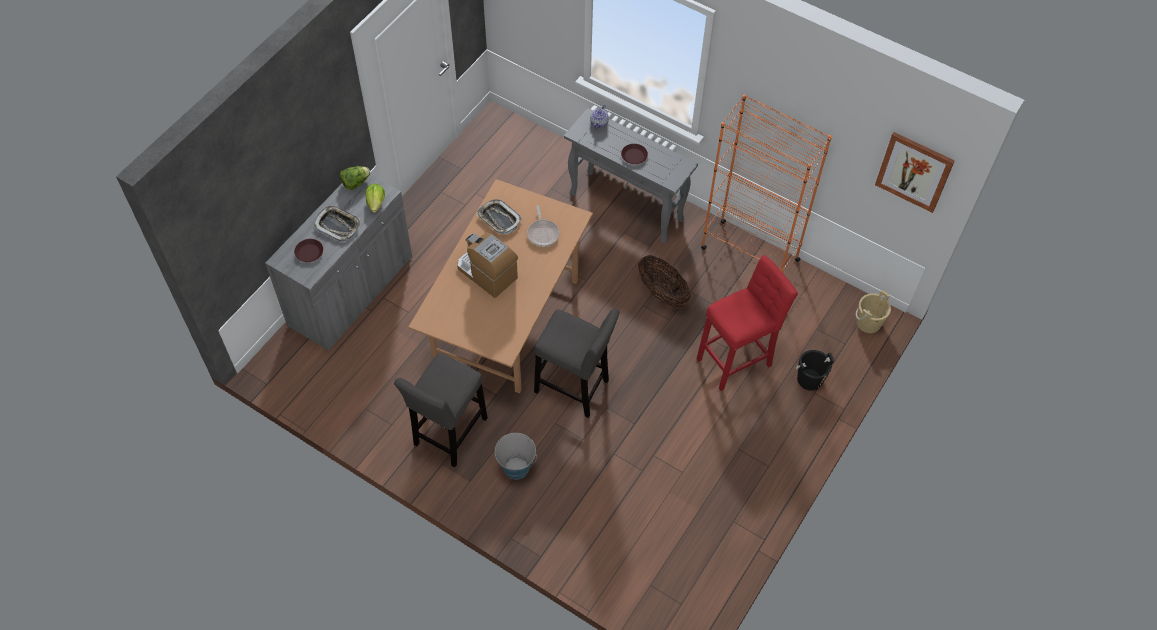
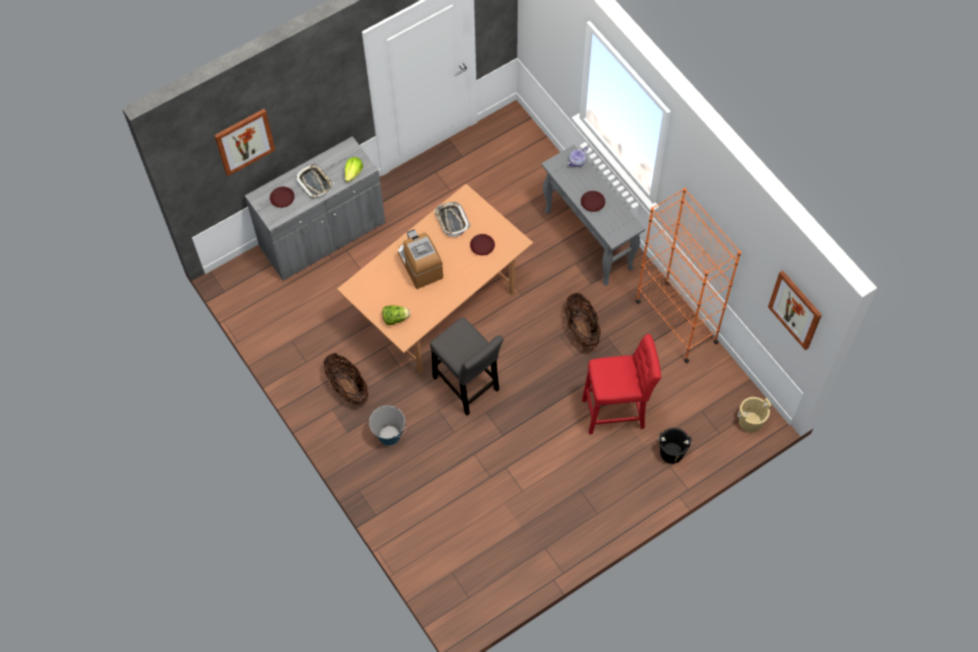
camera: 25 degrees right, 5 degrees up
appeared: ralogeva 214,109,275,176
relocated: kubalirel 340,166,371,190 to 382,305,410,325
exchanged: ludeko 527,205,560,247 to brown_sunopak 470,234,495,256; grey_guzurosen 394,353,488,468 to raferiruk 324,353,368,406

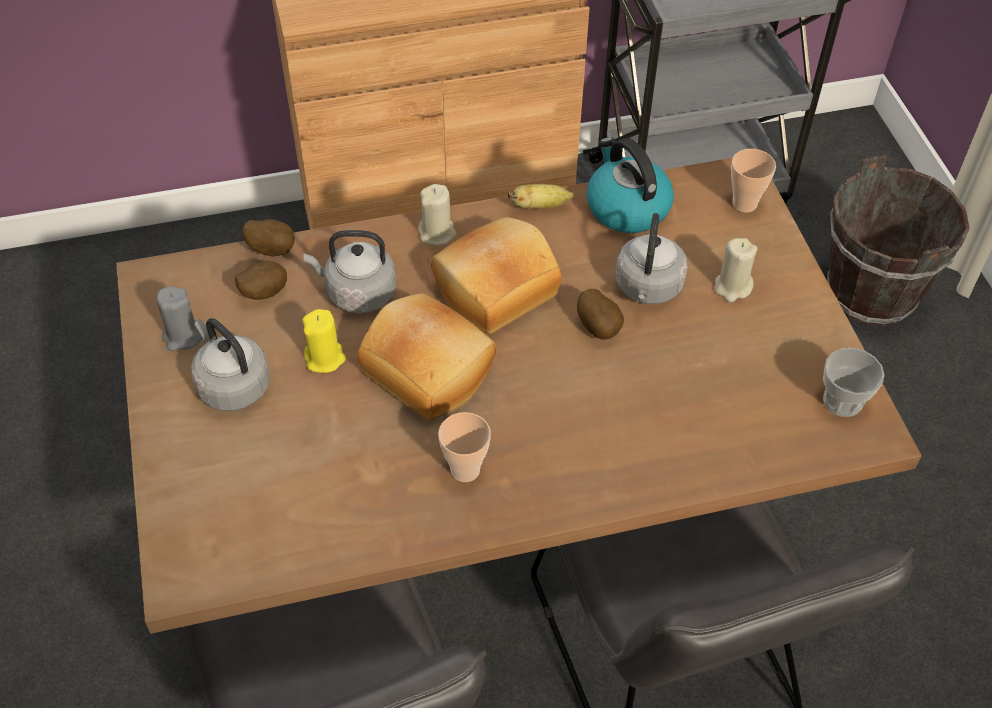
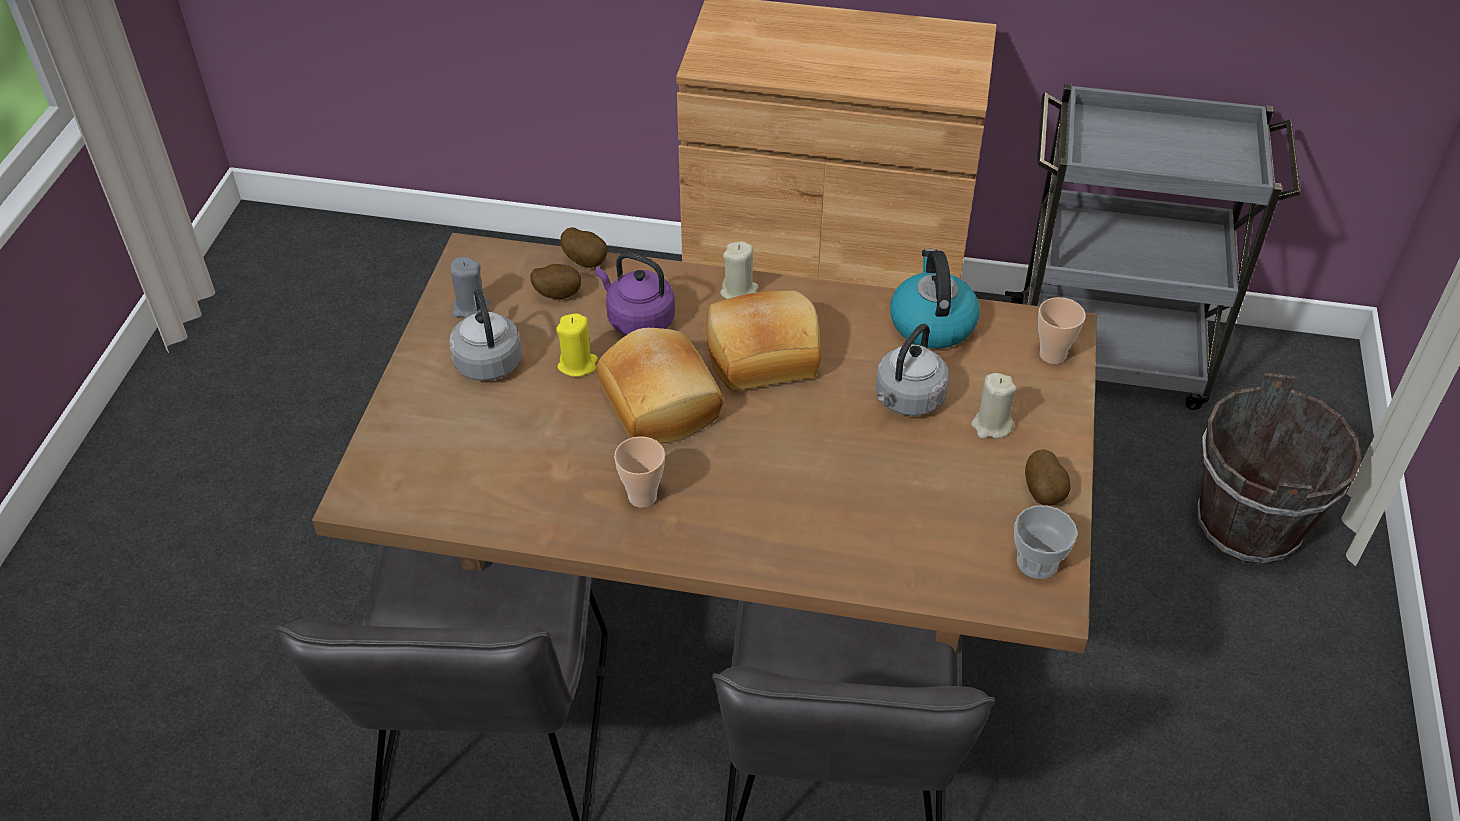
camera: 25 degrees right, 5 degrees down
missing: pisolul 508,184,574,209
relocated: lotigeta 577,289,624,340 to 1025,449,1071,506
colour: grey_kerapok 304,230,396,313 to purple_kerapok 595,252,675,335

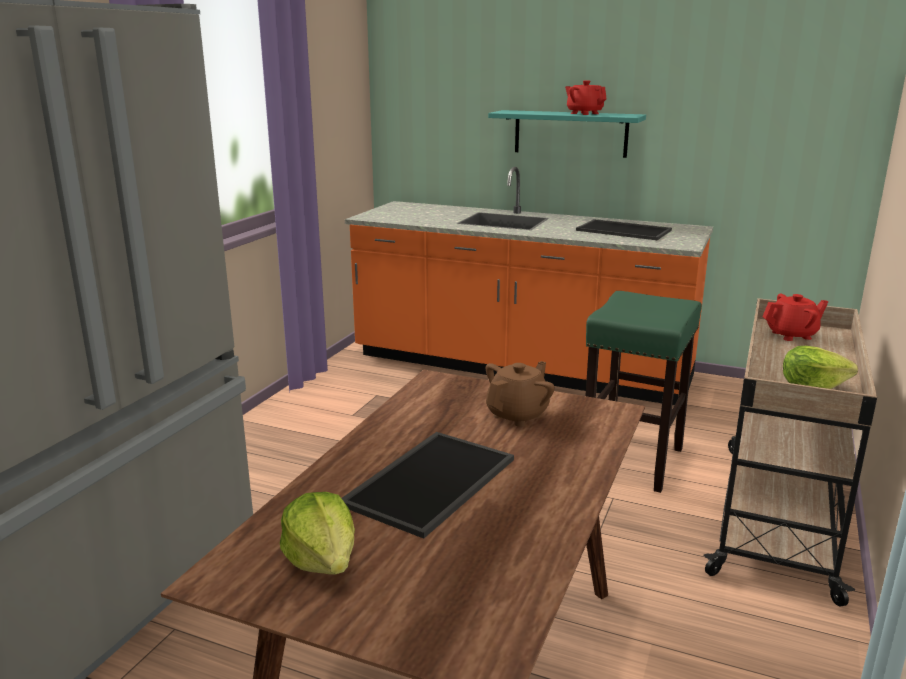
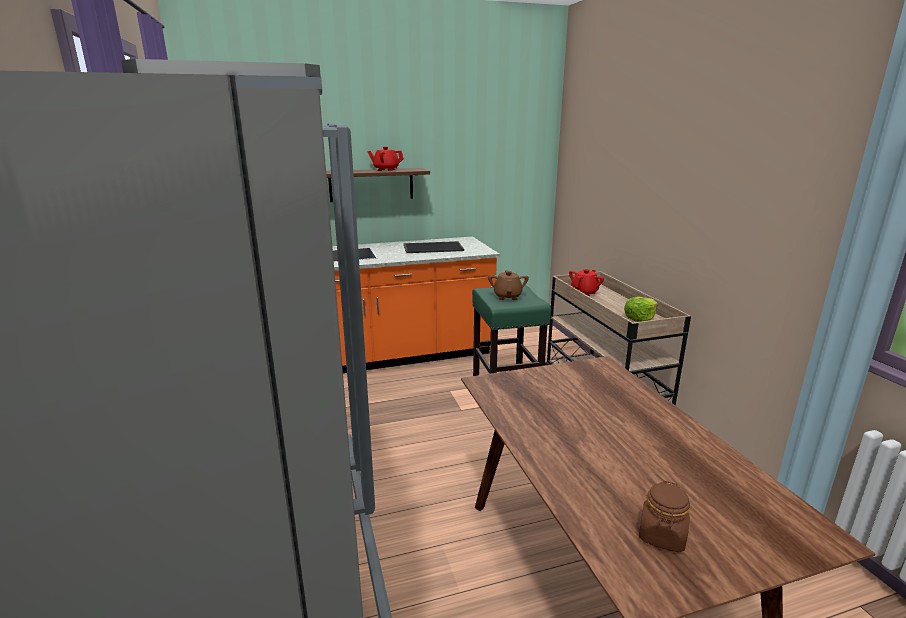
camera: 40 degrees left, 0 degrees up
missing: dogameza 342,432,514,539
relocated: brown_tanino 486,361,555,427 to 488,270,529,300
exchanged: kubalirel 280,492,355,575 to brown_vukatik 639,481,690,552
colour: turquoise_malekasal 488,110,646,158 to brown_malekasal 326,168,430,202

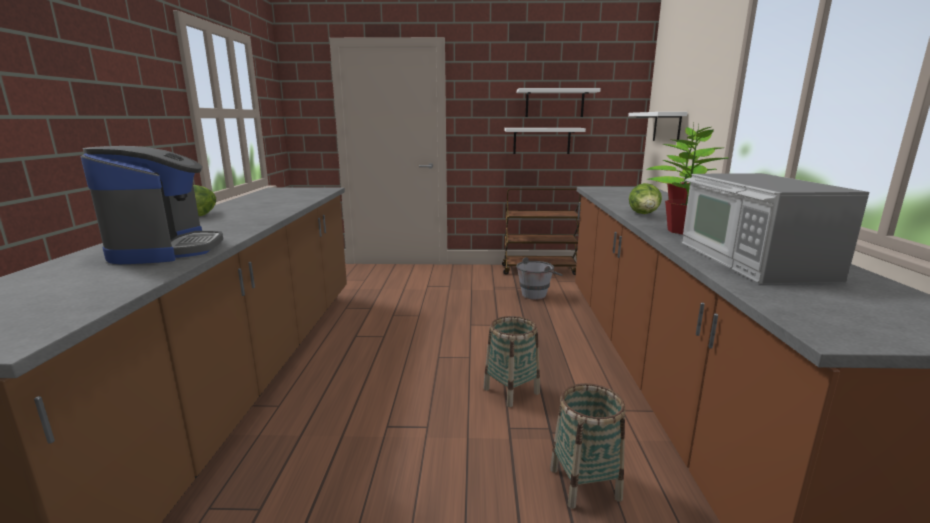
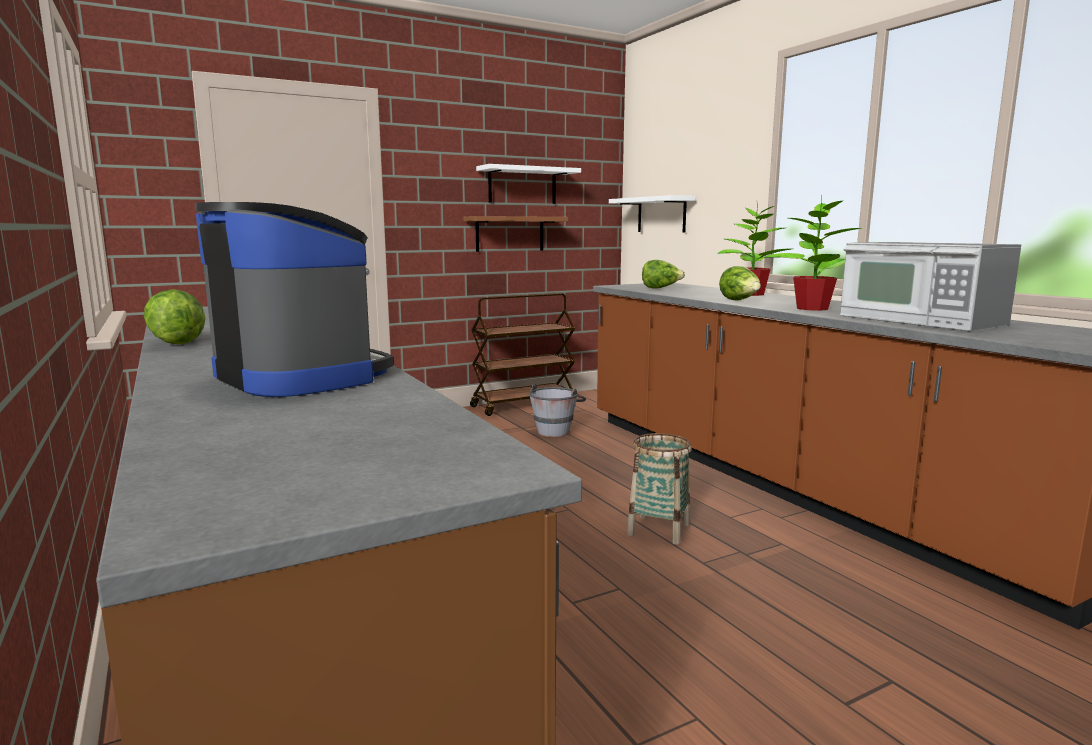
camera: 30 degrees left, 5 degrees down
missing: raferiruk 550,383,625,509
appeared: kubalirel 642,260,685,289
colour: white_malekasal 504,128,586,154 to brown_malekasal 463,216,568,252

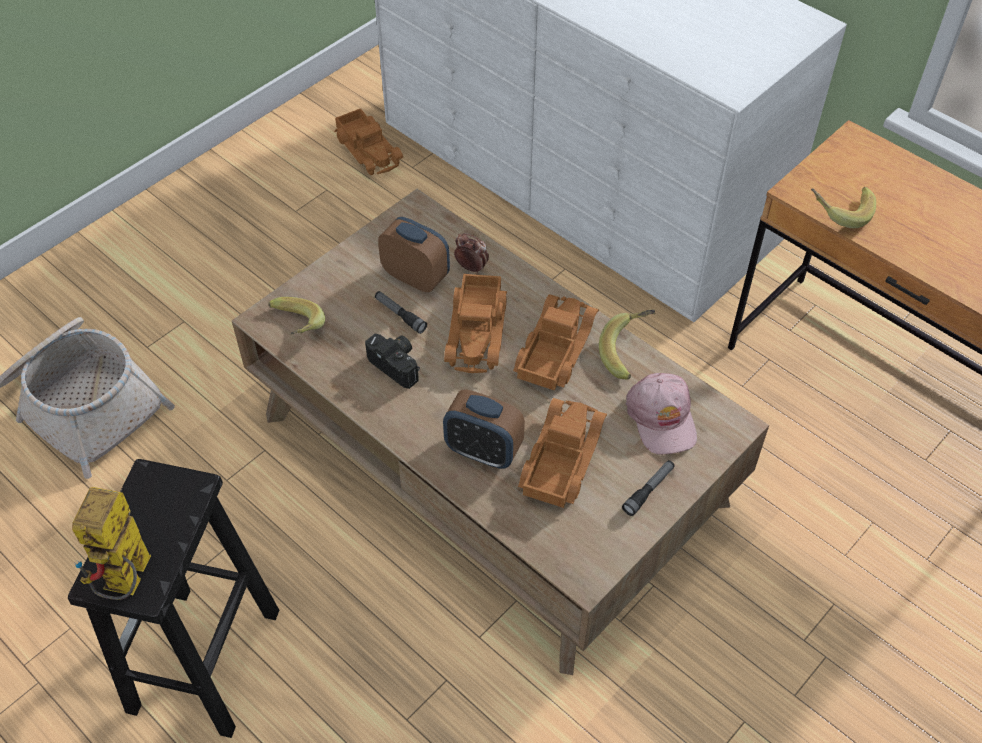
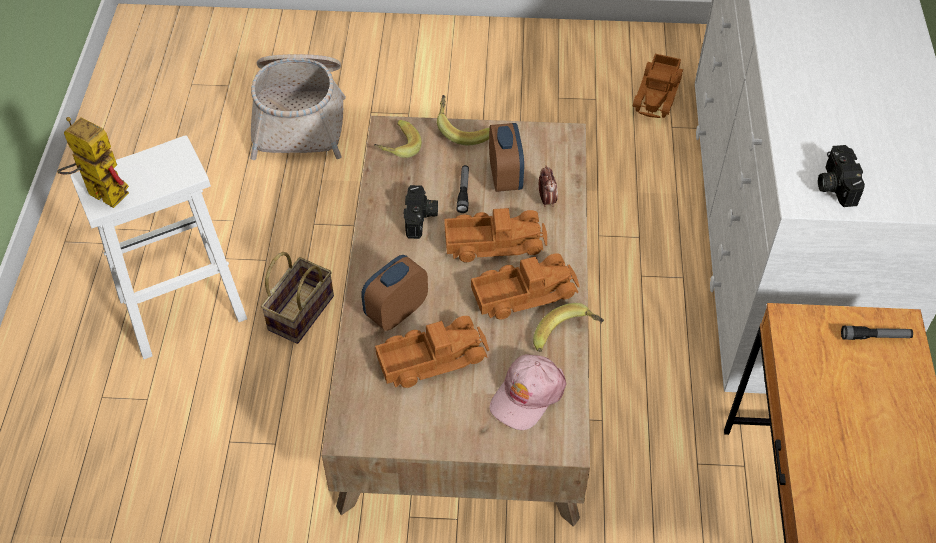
camera: 50 degrees right, 0 degrees up
appeared: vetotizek 818,145,865,207; raferiruk 261,252,334,344
relocated: pisolul 811,187,876,228 to 437,95,490,146; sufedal 622,460,675,516 to 841,326,913,340
colour: black_guzurosen 68,459,279,738 to white_guzurosen 70,136,247,360
spun: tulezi 444,274,507,373 = 444,208,547,262 150 degrees counterclockwise; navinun 443,389,525,469 = 361,255,428,331 60 degrees clockwise; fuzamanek 72,487,151,600 = 57,117,129,208 60 degrees clockwise

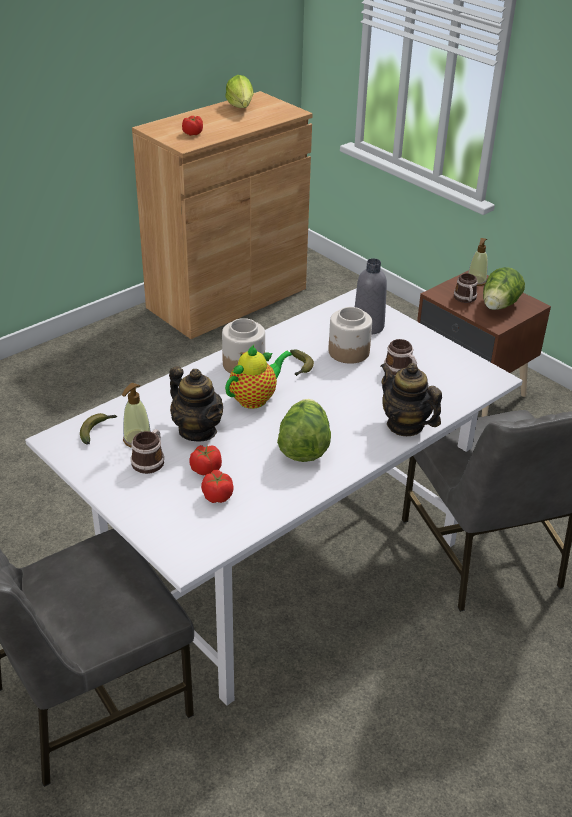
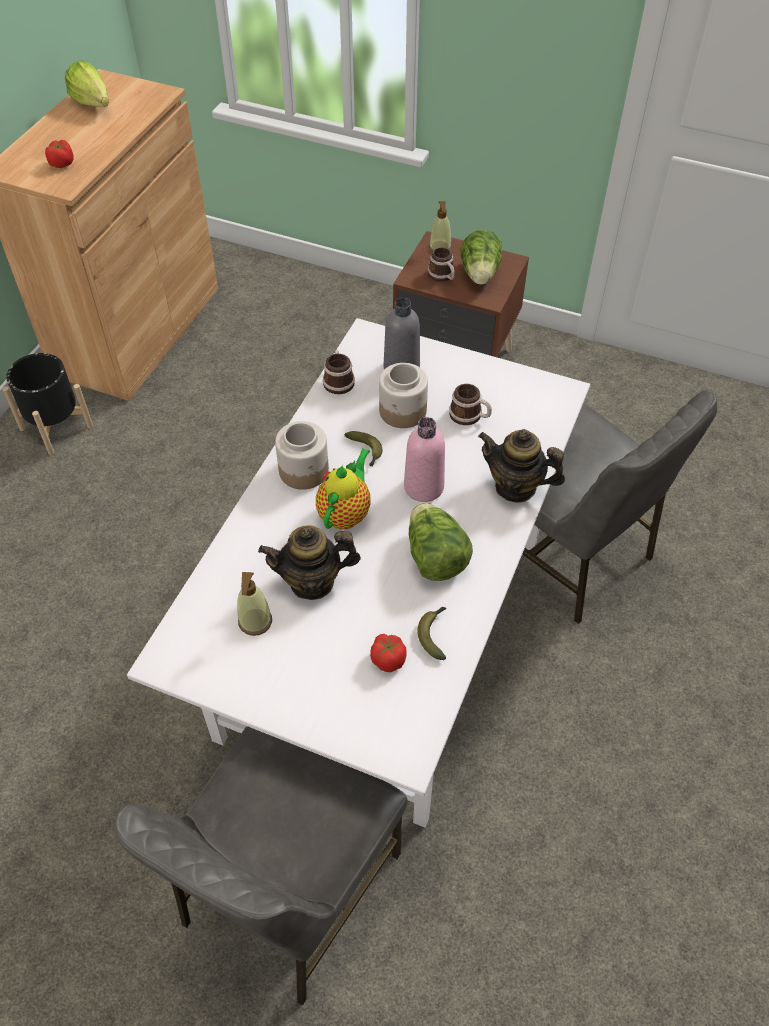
camera: 25 degrees left, 15 degrees up
missing: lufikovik 189,445,222,475
appeared: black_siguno 2,353,93,455; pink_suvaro 404,417,445,502
relocated: pisolul 80,413,117,445 to 417,607,446,660; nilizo 131,429,164,474 to 323,350,355,394
spun: tanino 169,366,223,442 = 258,525,361,600 150 degrees clockwise

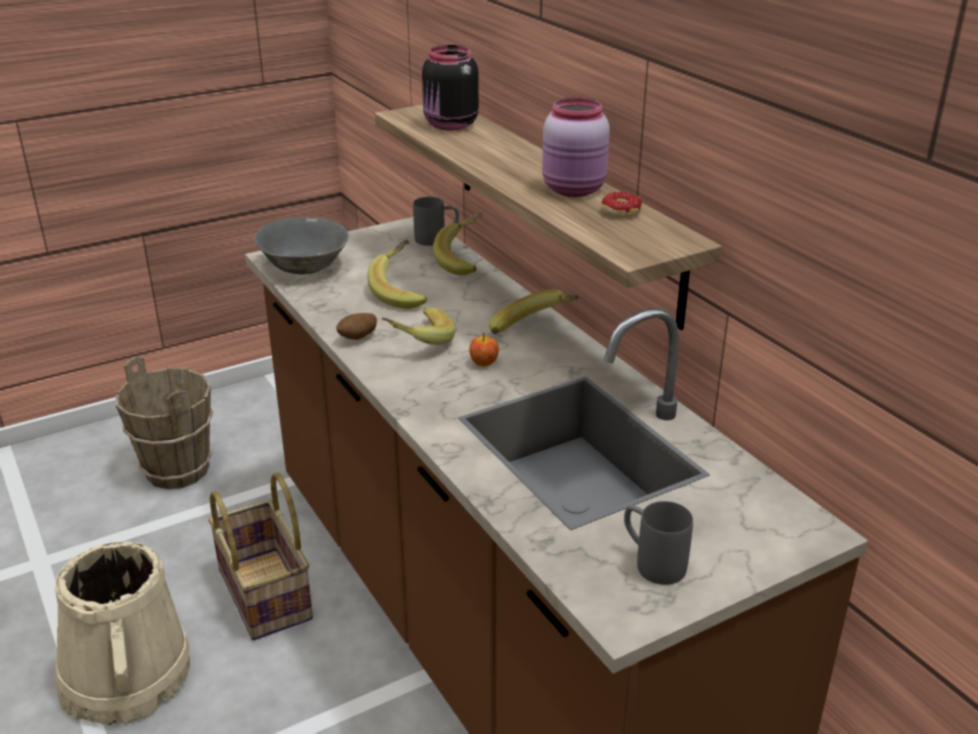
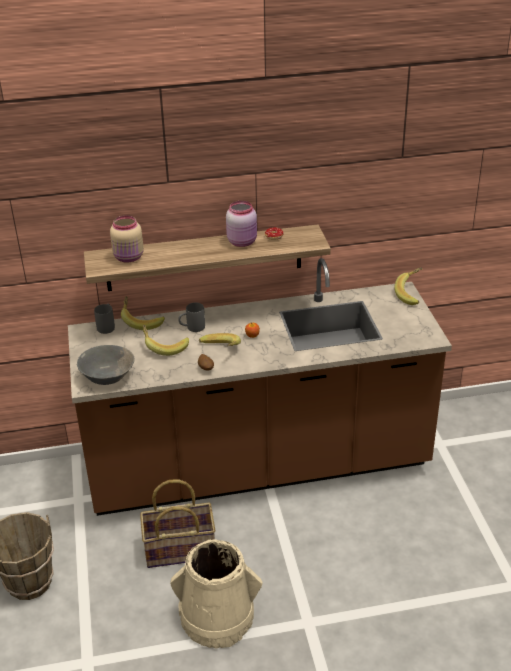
camera: 70 degrees left, 5 degrees up
relocated: pisolul 489,290,580,334 to 394,267,423,305; grey_nilizo 624,501,693,585 to 178,303,205,332
colour: black_vukatik 422,45,479,130 to beige_vukatik 110,215,144,262

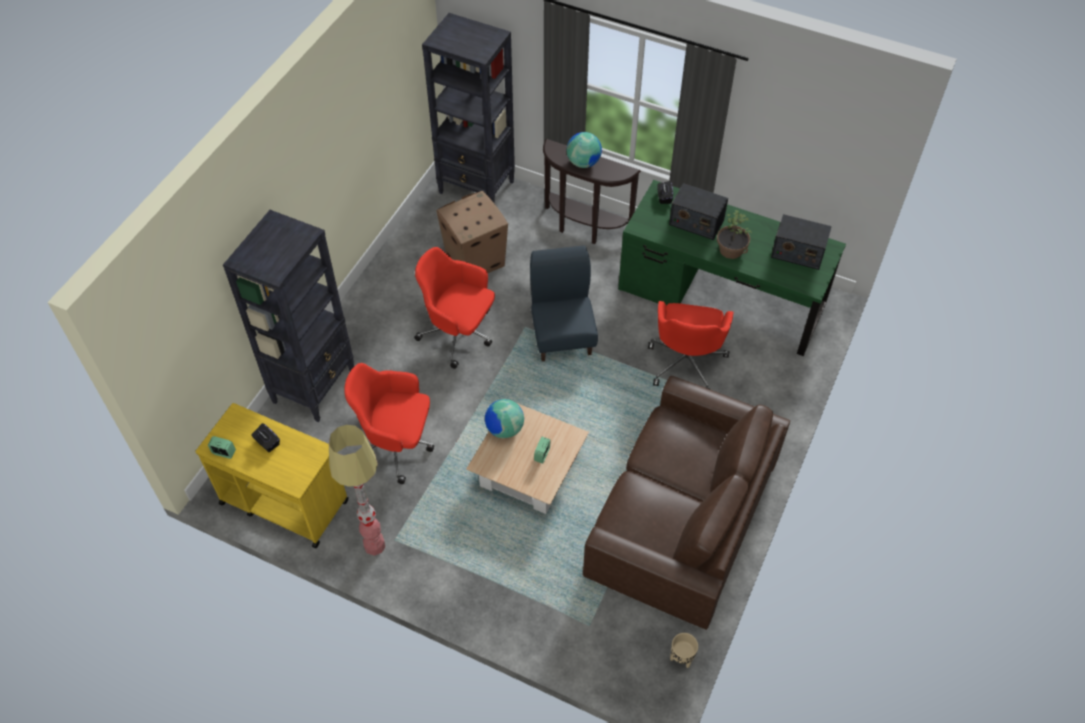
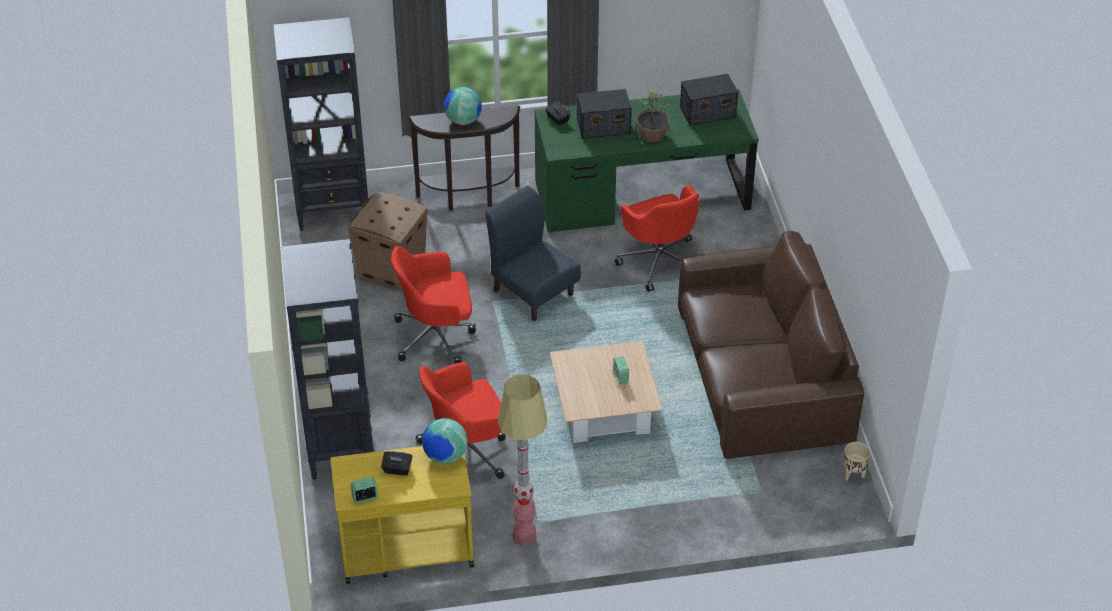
camera: 35 degrees left, 10 degrees down
relocated: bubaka 485,399,524,439 to 422,418,468,464

